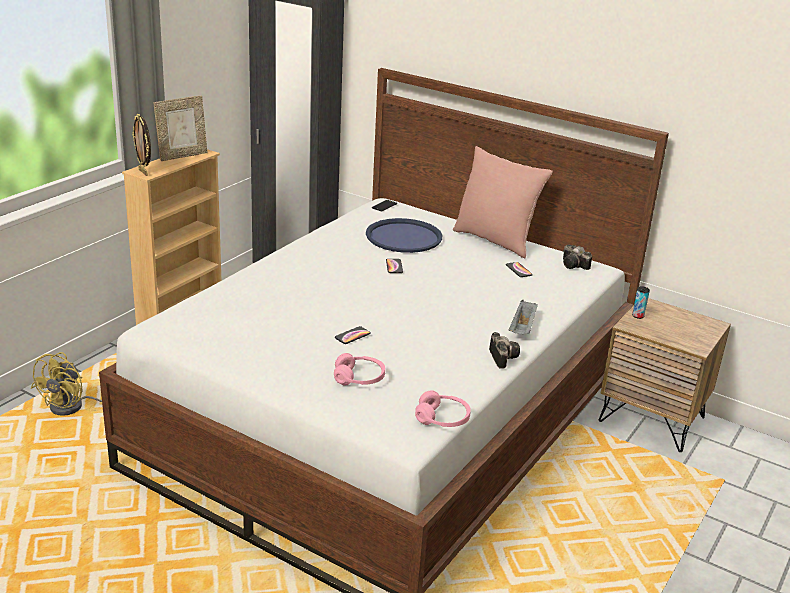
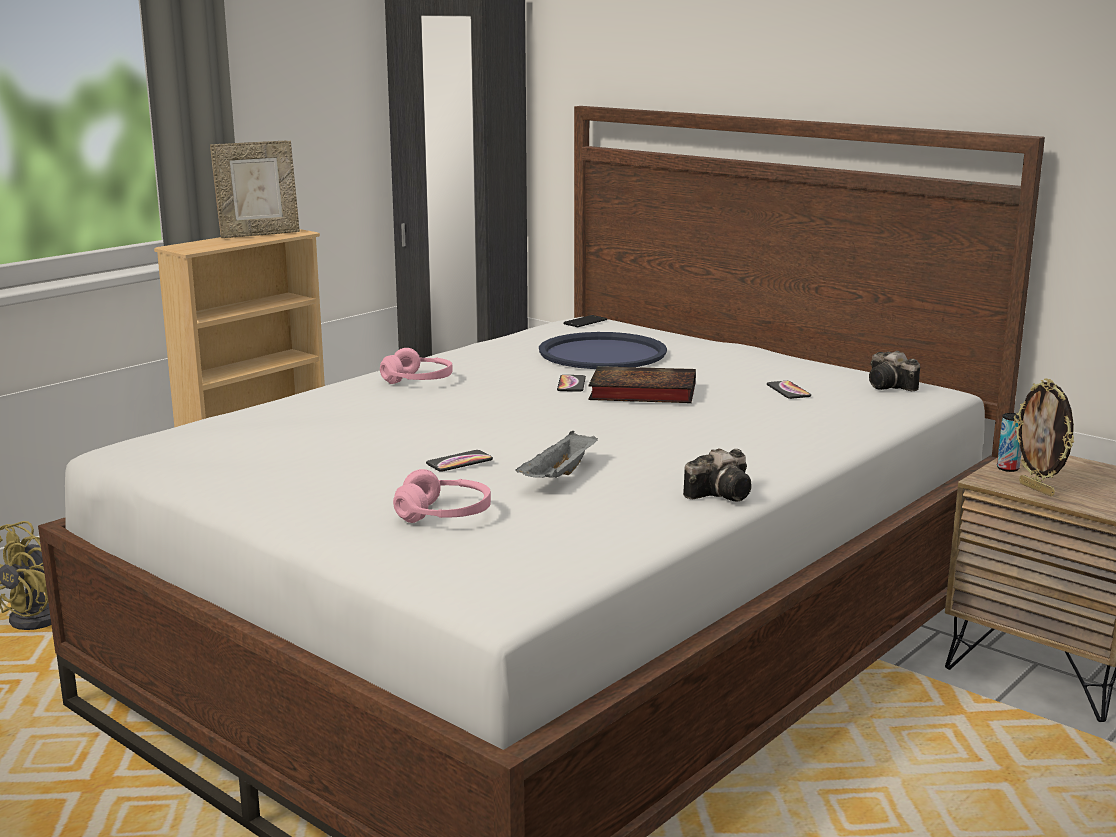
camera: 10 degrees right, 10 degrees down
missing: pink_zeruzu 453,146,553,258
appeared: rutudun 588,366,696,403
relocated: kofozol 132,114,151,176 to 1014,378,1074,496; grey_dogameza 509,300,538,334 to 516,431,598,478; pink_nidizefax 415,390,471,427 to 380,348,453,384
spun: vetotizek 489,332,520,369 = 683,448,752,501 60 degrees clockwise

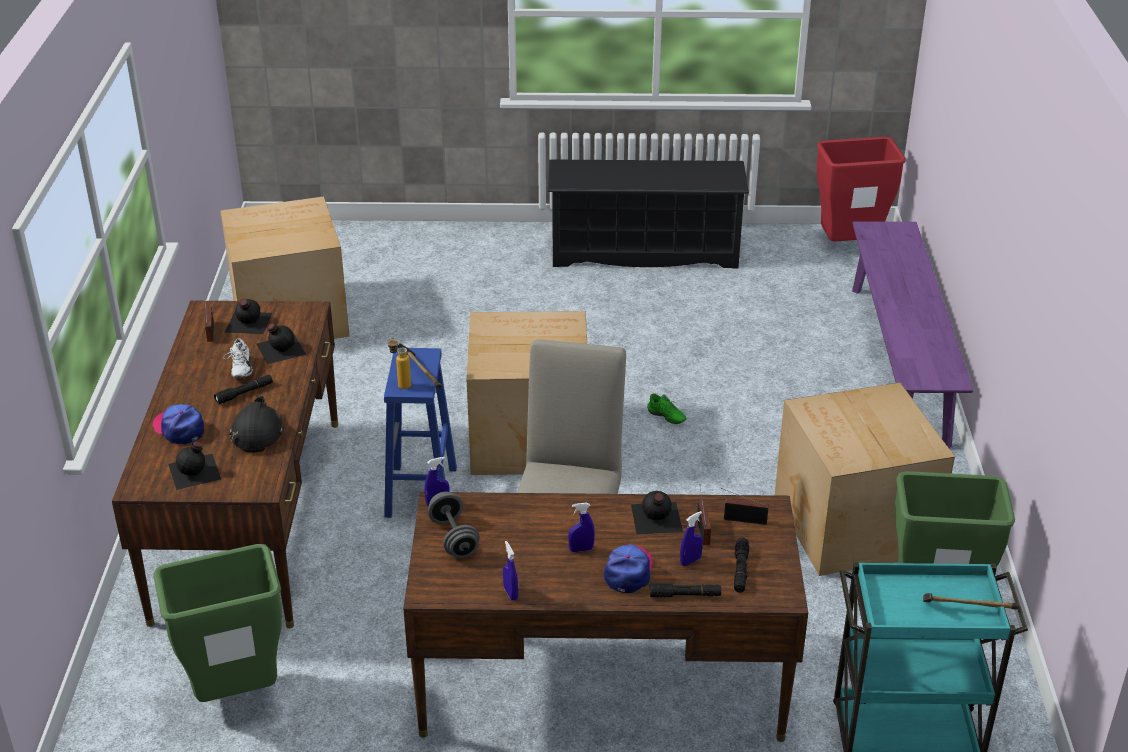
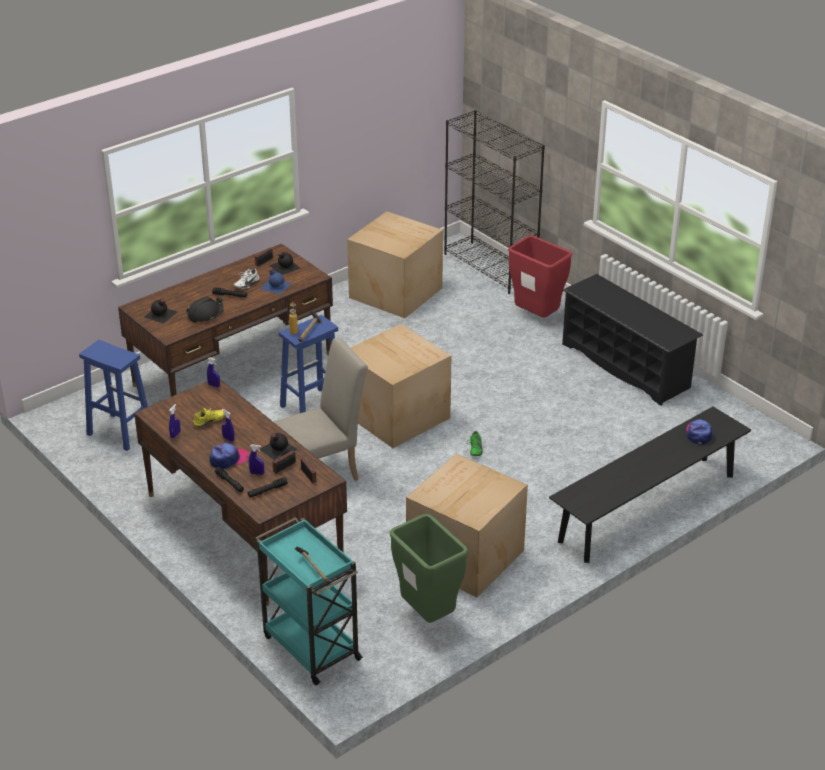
camera: 50 degrees right, 0 degrees up
missing: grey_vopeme 428,492,480,558
appeared: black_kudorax 444,110,545,294; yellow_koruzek 193,407,225,428
relocated: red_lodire 817,137,906,242 to 508,235,573,317; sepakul 152,404,204,444 to 686,419,712,445
exchanged: green_lodire 153,544,282,702 to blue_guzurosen 79,340,148,451
colour: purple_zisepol 852,221,974,448 to black_zisepol 549,407,751,563; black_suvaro 256,324,306,364 to blue_suvaro 260,269,292,295

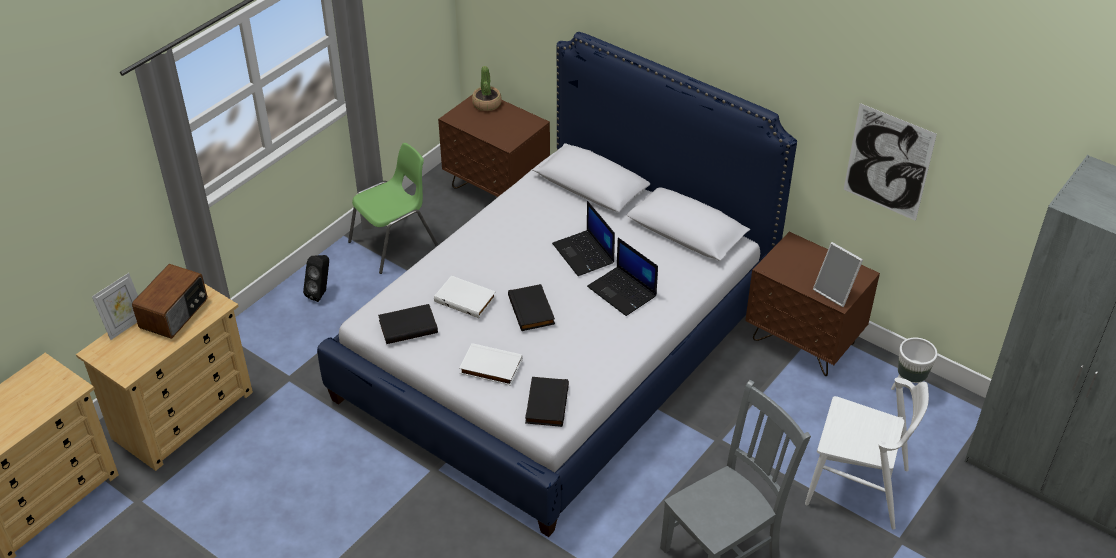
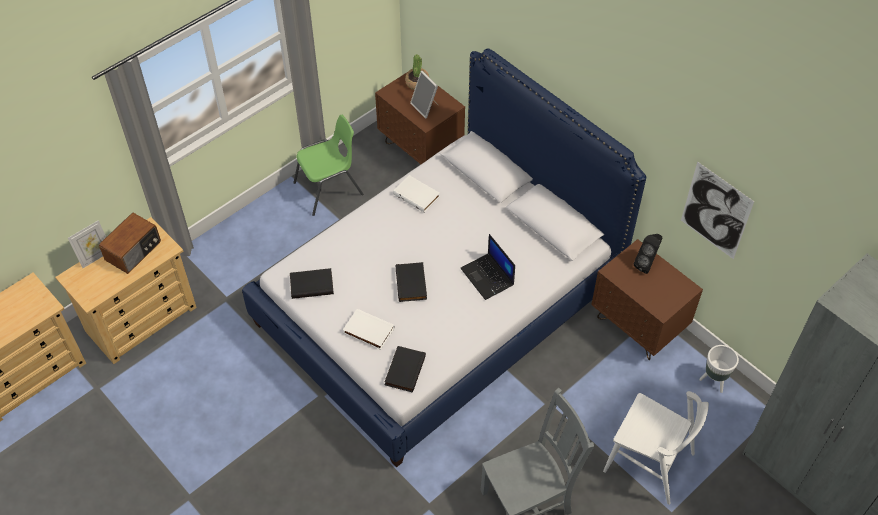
camera: 10 degrees right, 10 degrees up
missing: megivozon 552,201,615,276
relocated: kofozol 813,242,863,307 to 410,71,439,119; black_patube 303,255,329,302 to 634,234,662,274; white_rutudun 434,275,496,318 to 393,175,440,213

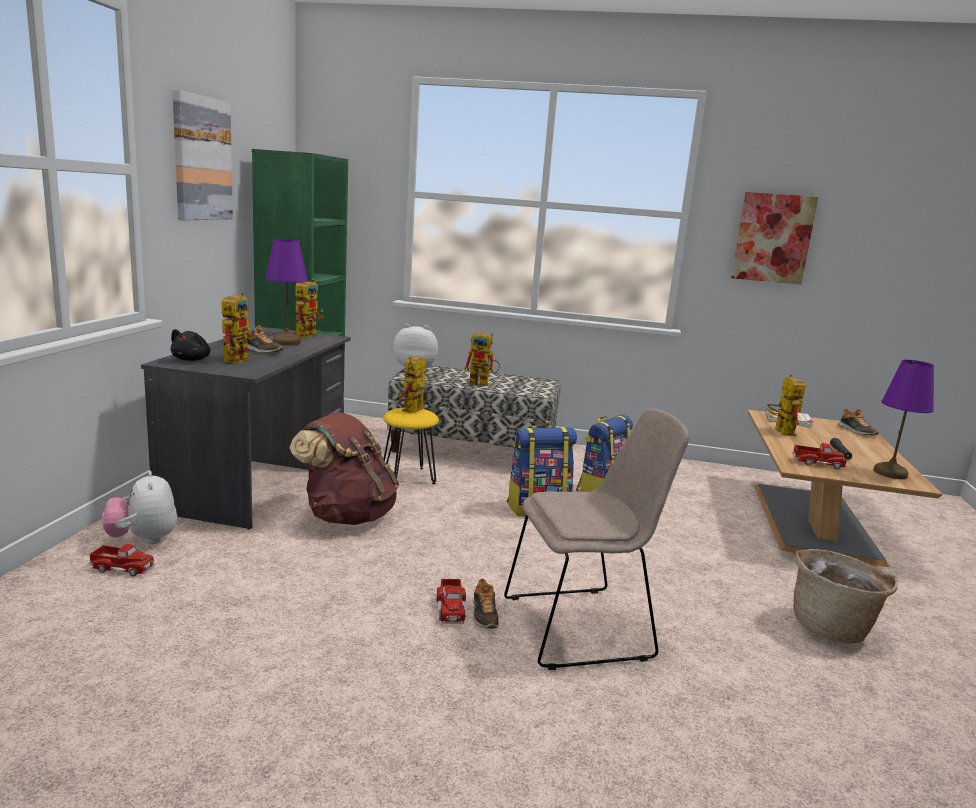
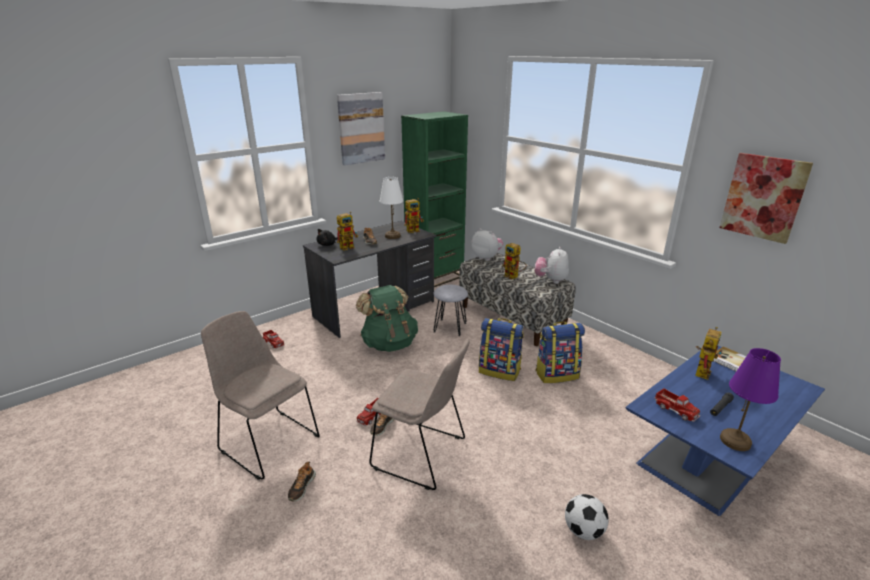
camera: 40 degrees right, 10 degrees up
missing: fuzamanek 397,356,426,413
appeared: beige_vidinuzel 201,311,320,480
relocated: koruzek 838,409,879,435 to 288,462,316,502; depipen 102,471,177,544 to 535,247,569,284
exchanged: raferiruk 793,549,898,644 to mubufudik 565,494,609,540
colour: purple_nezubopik 265,239,308,346 to white_nezubopik 380,177,403,239; yellow_guzurosen 383,408,439,484 to grey_guzurosen 433,285,468,336; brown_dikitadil 748,410,942,567 to blue_dikitadil 626,345,825,516; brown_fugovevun 290,412,399,525 to green_fugovevun 356,285,418,352

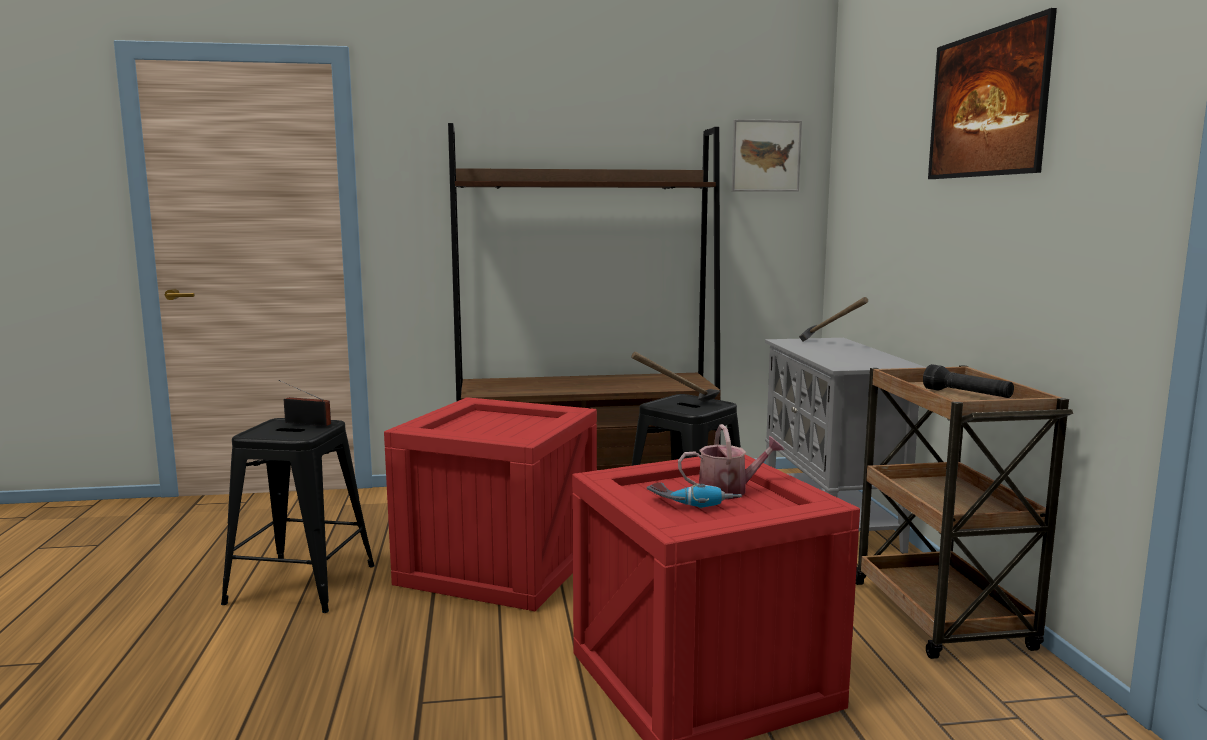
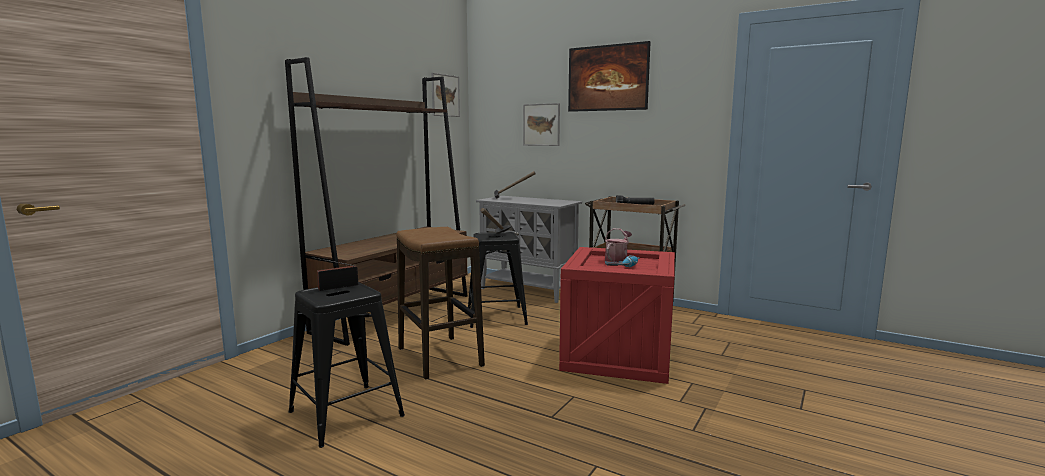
camera: 50 degrees left, 0 degrees up
appeared: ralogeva 523,103,560,146
exchanged: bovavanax 384,397,597,611 to guzurosen 396,227,485,380

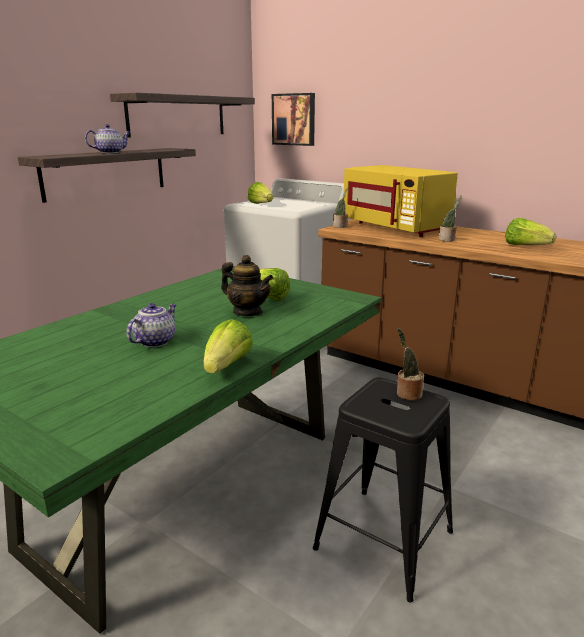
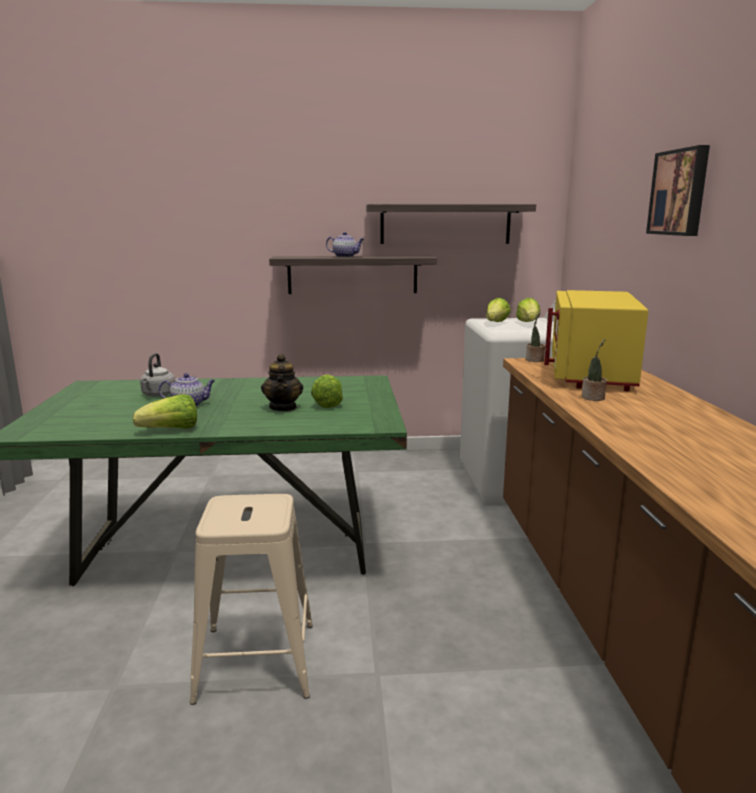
camera: 50 degrees right, 5 degrees down
missing: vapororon 397,328,424,401
appeared: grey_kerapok 140,353,175,397
relocated: ralogeva 272,93,315,146 to 646,145,710,236; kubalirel 505,218,556,245 to 516,298,540,322
colour: black_guzurosen 313,377,453,603 to beige_guzurosen 190,494,313,705

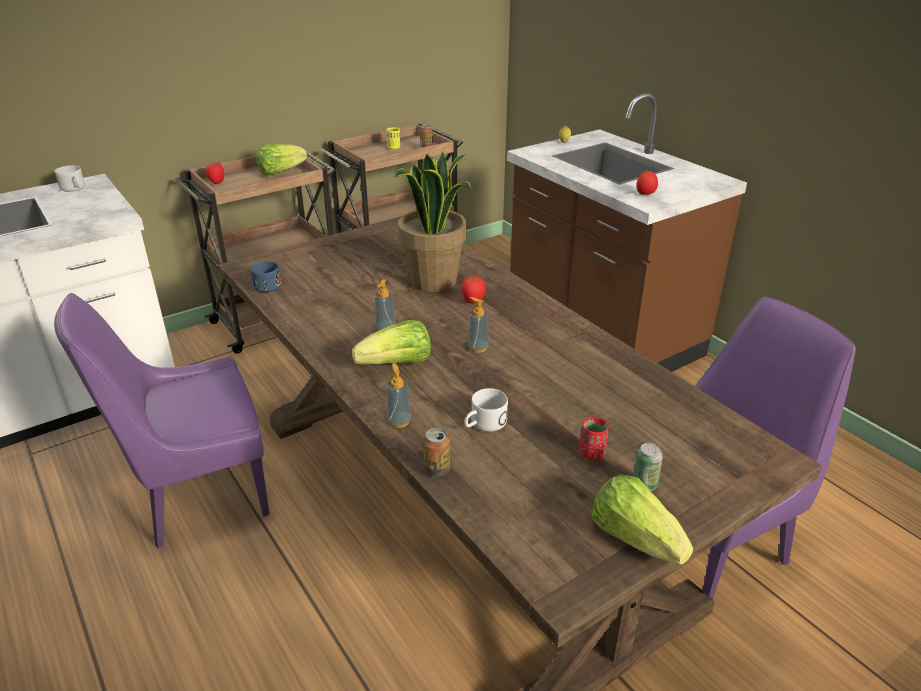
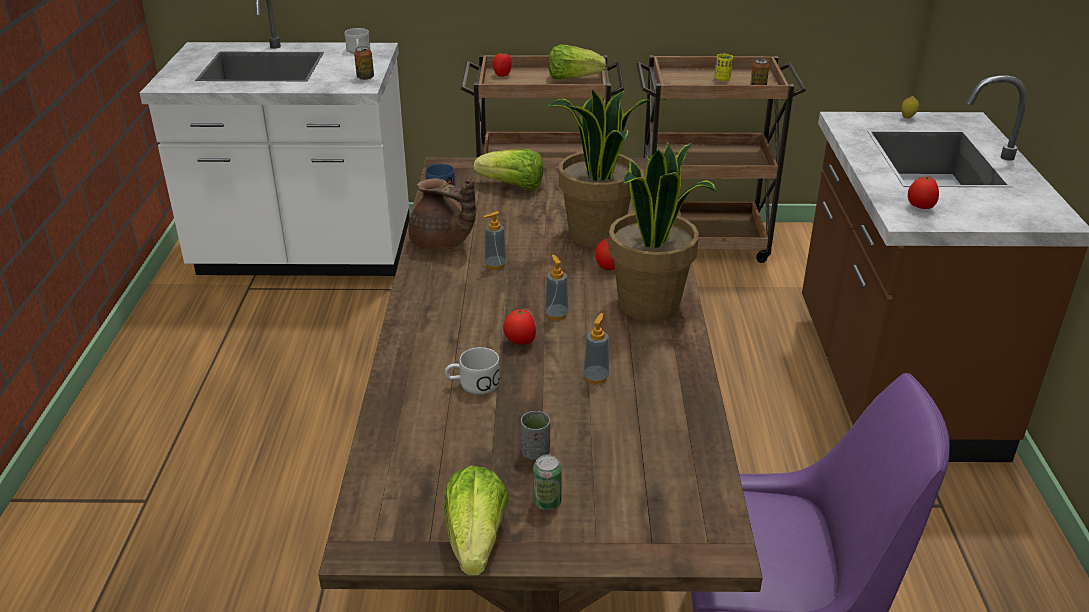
camera: 35 degrees right, 0 degrees up
missing: purple_vidinuzel 54,293,270,548
appeared: vapororon 608,142,717,322; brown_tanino 409,178,476,251; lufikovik 503,309,536,345
relocated: kubalirel 352,320,431,365 to 474,149,543,190; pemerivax 387,363,411,428 to 583,313,610,384; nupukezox 423,428,450,477 to 354,46,374,80
colour: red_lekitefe 579,417,609,460 to grey_lekitefe 521,411,550,460

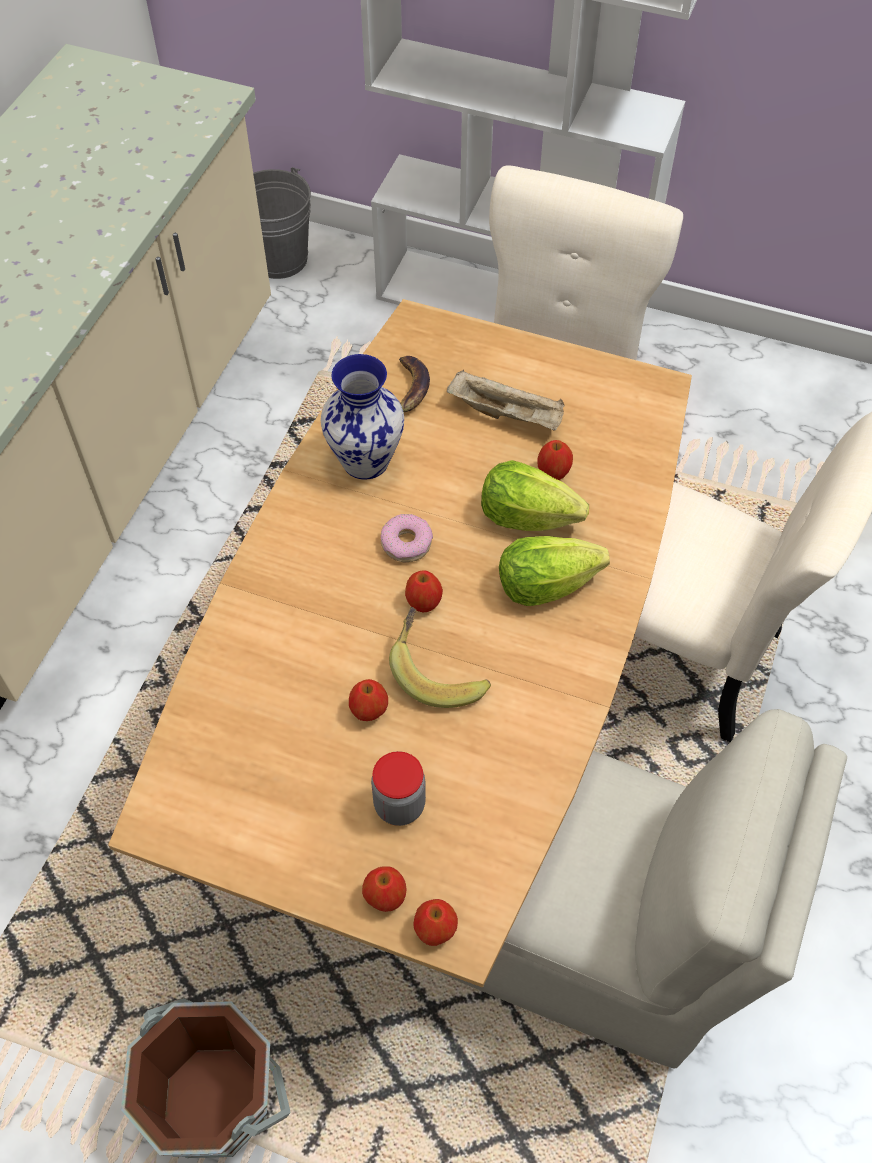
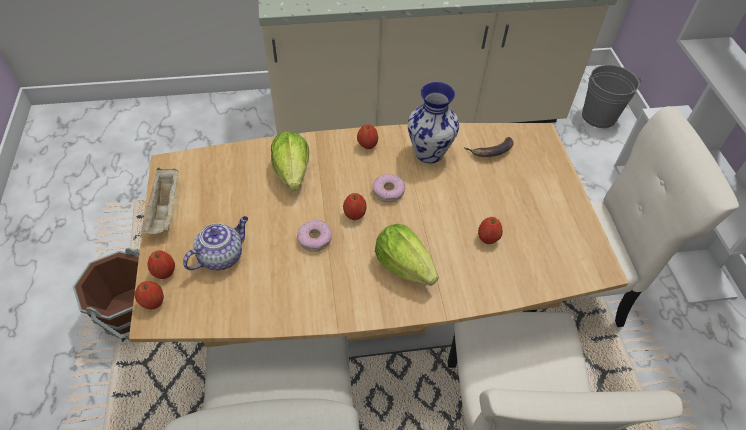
camera: 60 degrees right, 5 degrees down
relocated: beige_dogameza 447,370,565,431 to 141,168,178,234; kubalirel 481,460,589,531 to 271,131,309,190; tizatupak 349,679,388,721 to 357,124,378,149
exchanged: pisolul 389,607,491,708 to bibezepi 297,220,332,252; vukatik 371,751,426,826 to tanino 183,216,248,270

